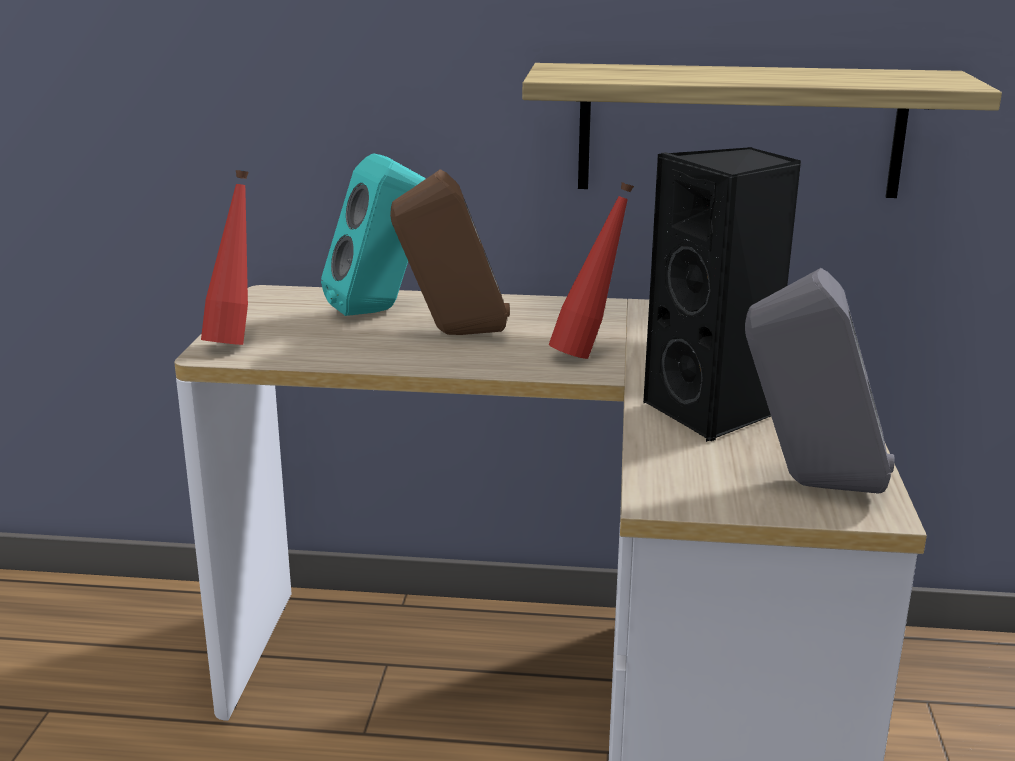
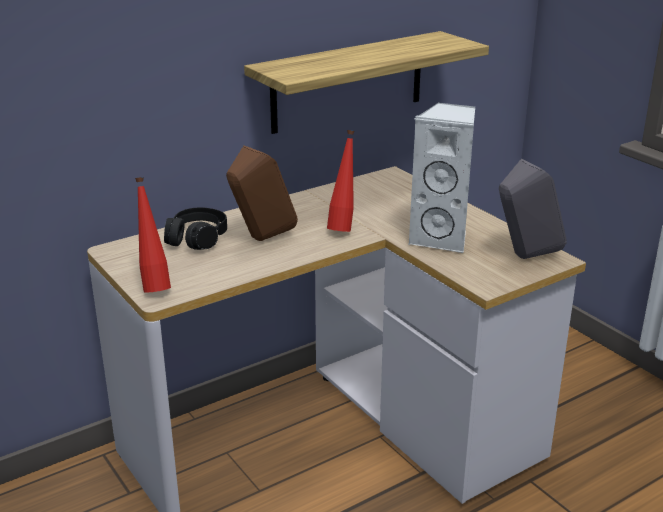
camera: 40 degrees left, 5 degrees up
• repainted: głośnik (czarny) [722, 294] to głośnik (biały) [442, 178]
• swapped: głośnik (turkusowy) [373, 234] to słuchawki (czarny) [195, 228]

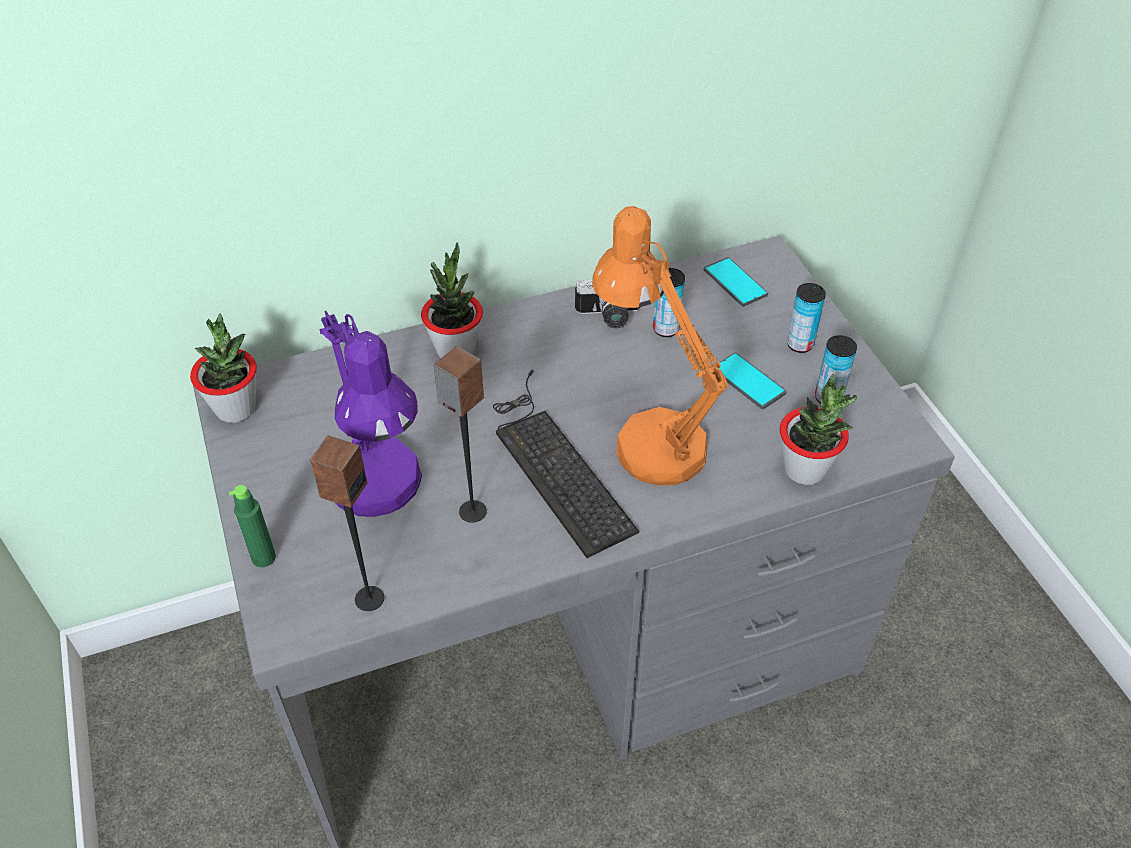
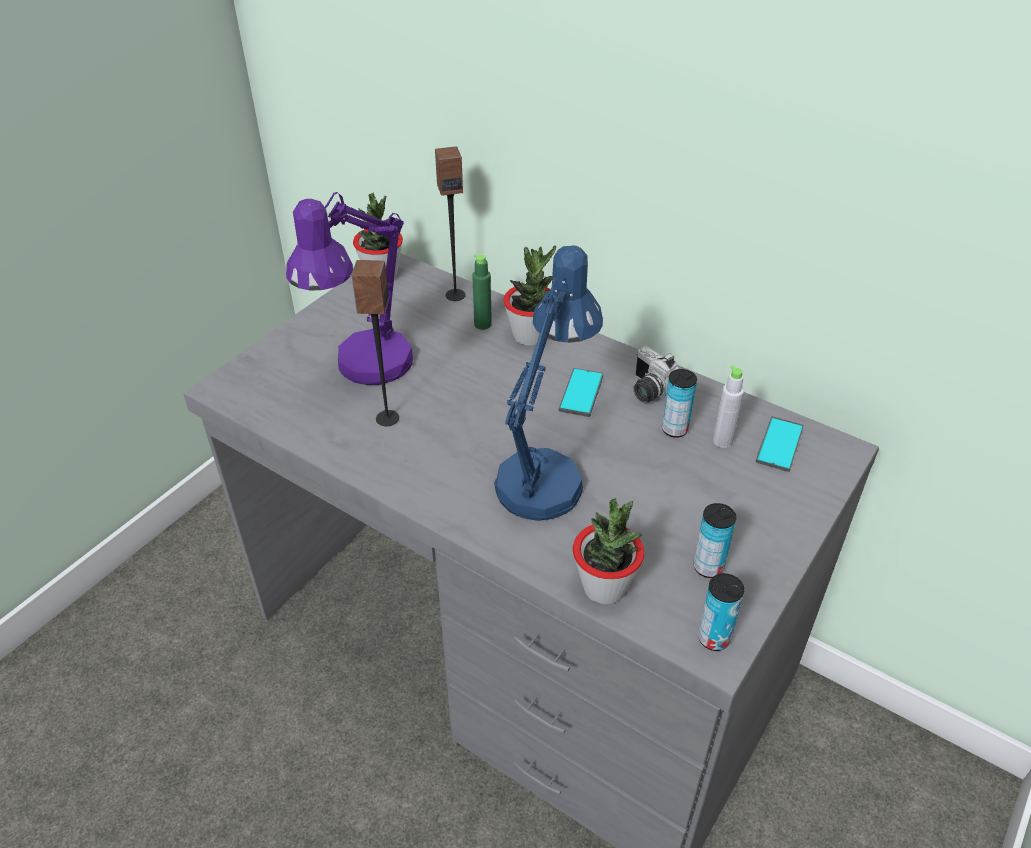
camera: 55 degrees right, 5 degrees down
• repainted: lampa stołowa (pomarańczowy) [660, 345] to lampa stołowa (niebieski) [548, 383]
• shifted: puszka [806, 318] to [721, 612]
• shifted: telefon [753, 380] to [581, 392]
• gone: klawiatura [566, 464]
• shifted: głośnik [347, 523] to [450, 223]
• shifted: butelka (zielony) [252, 526] to [482, 292]
• new: butelka (szary) [728, 406]

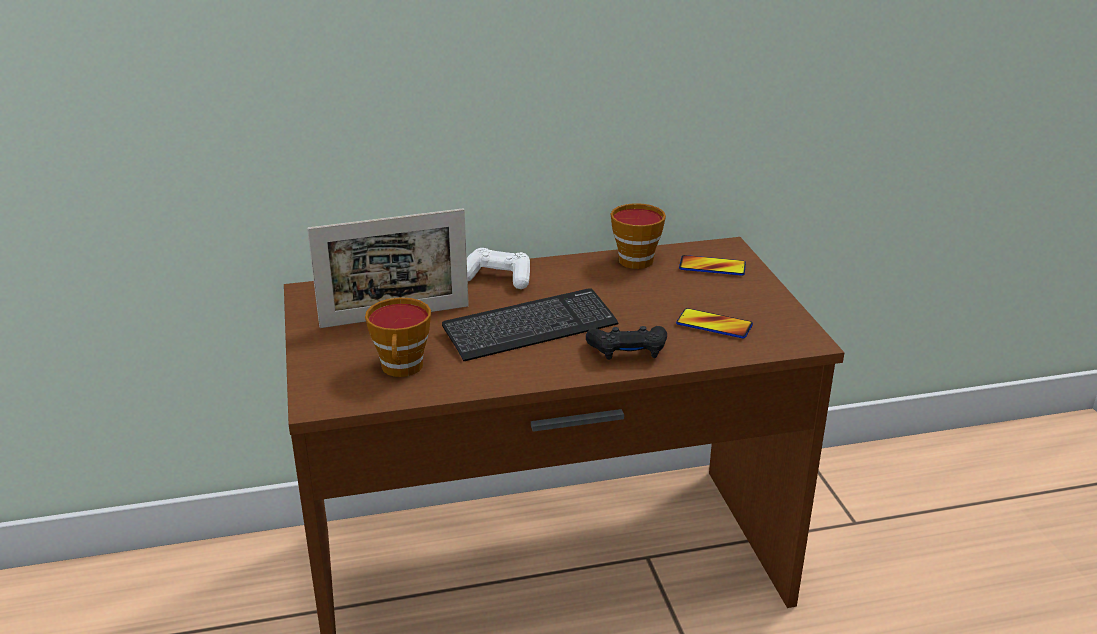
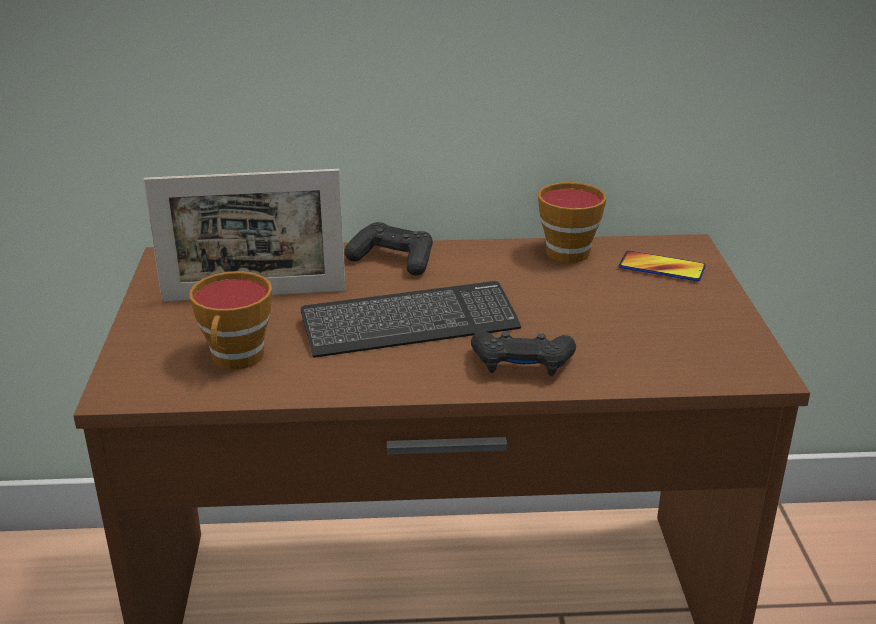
camera: 10 degrees right, 0 degrees up
• repainted: pad do gier (biały) [498, 268] to pad do gier (czarny) [389, 249]
• gone: telefon [714, 323]

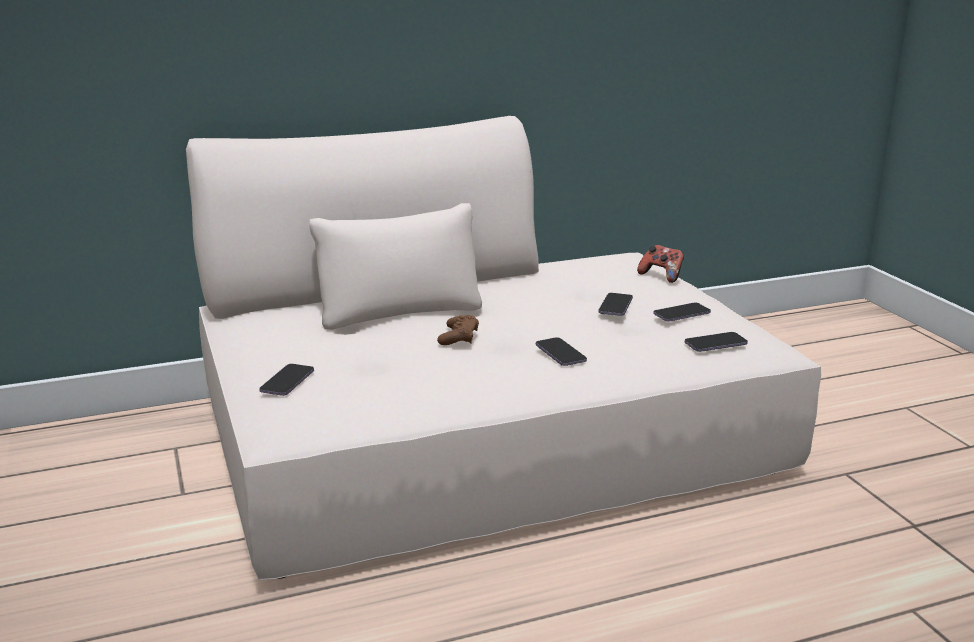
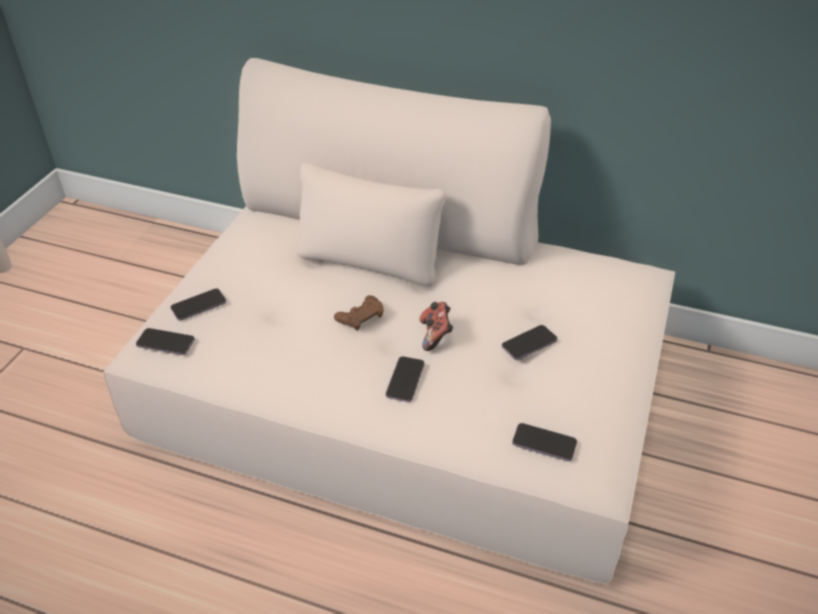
camera: 40 degrees right, 20 degrees up
• shifted: pad do gier [660, 264] to [436, 326]
• shifted: telefon [682, 312] to [165, 341]

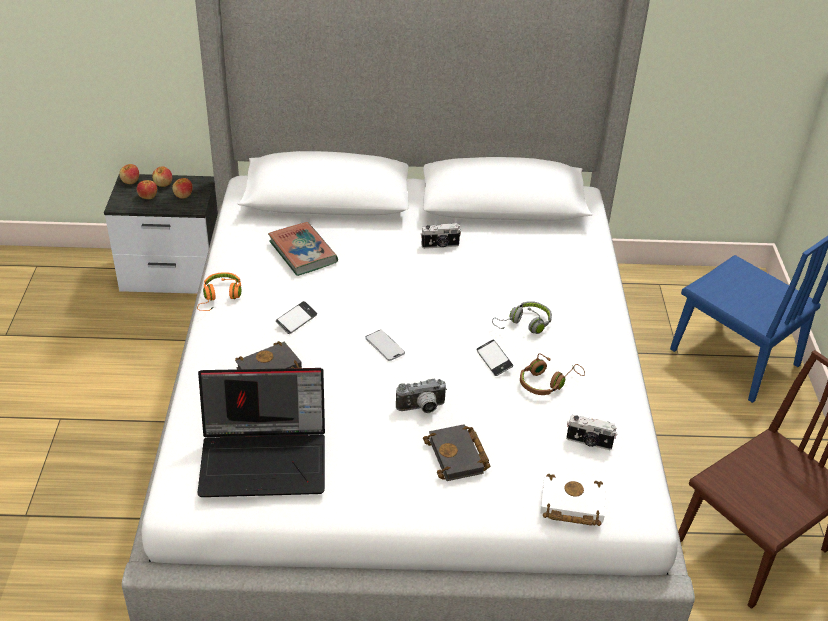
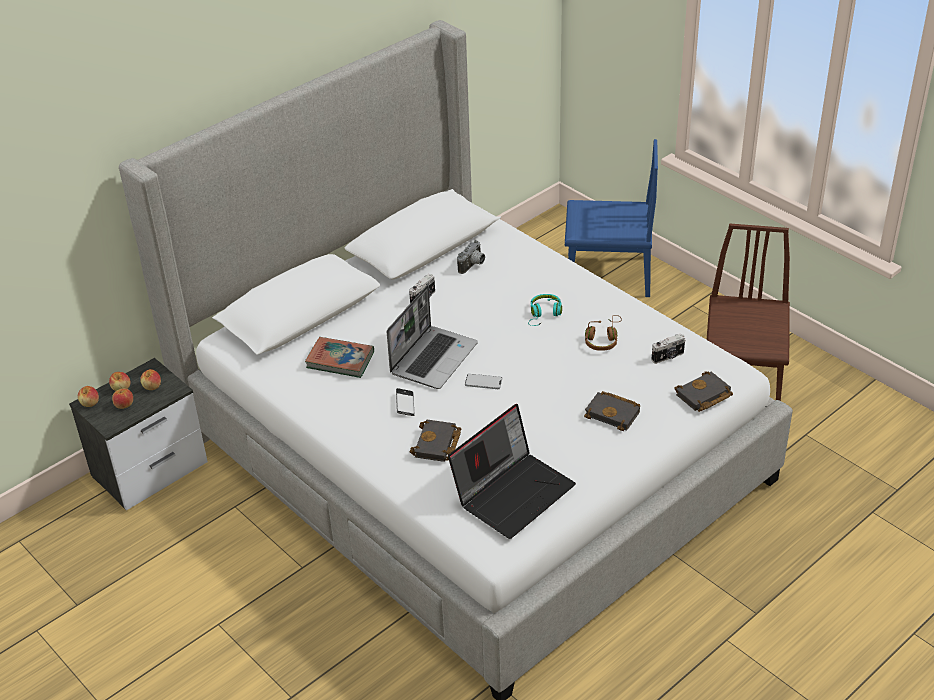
camera: 40 degrees left, 0 degrees up
• gone: słuchawki (pomarańczowy) [219, 291]
• repainted: słuchawki (szary) [522, 317] to słuchawki (turkusowy) [545, 310]
• gone: telefon [494, 358]
• shifted: aparat fotograficzny [421, 396] to [471, 257]
• repainted: książka (biały) [573, 500] to książka (czarny) [703, 391]
• new: laptop [432, 337]

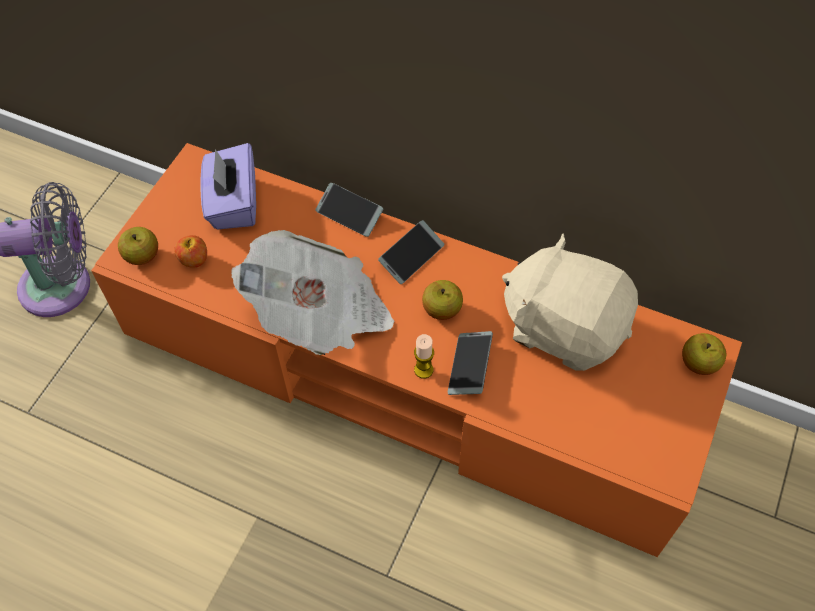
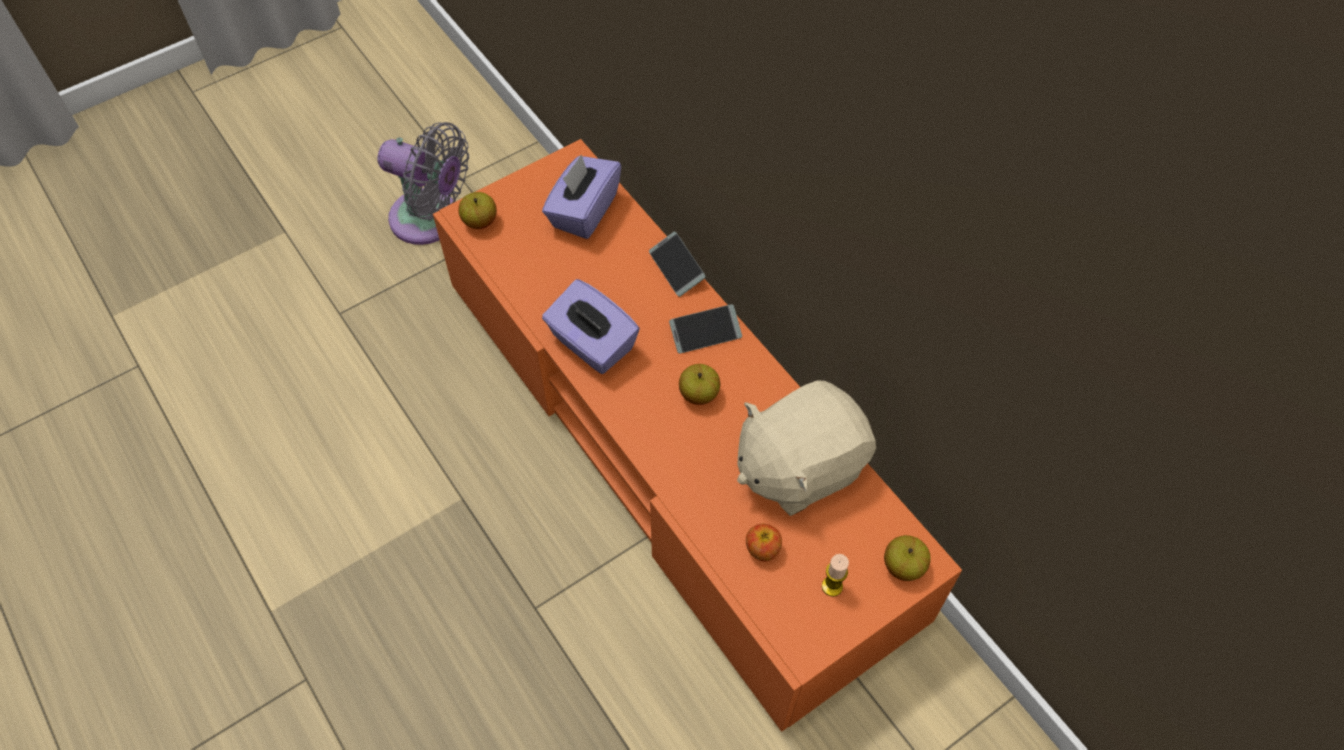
camera: 30 degrees right, 0 degrees up
• swapped: gazeta [312, 292] to pudełko chusteczek (fioletowy) [591, 326]
• rotated: pluszak (beżowy) [570, 302] = [806, 448] 90 degrees counterclockwise
• shifted: jabłko [190, 251] to [764, 542]
• gone: telefon [470, 363]
• shifted: świeca [424, 356] to [835, 575]

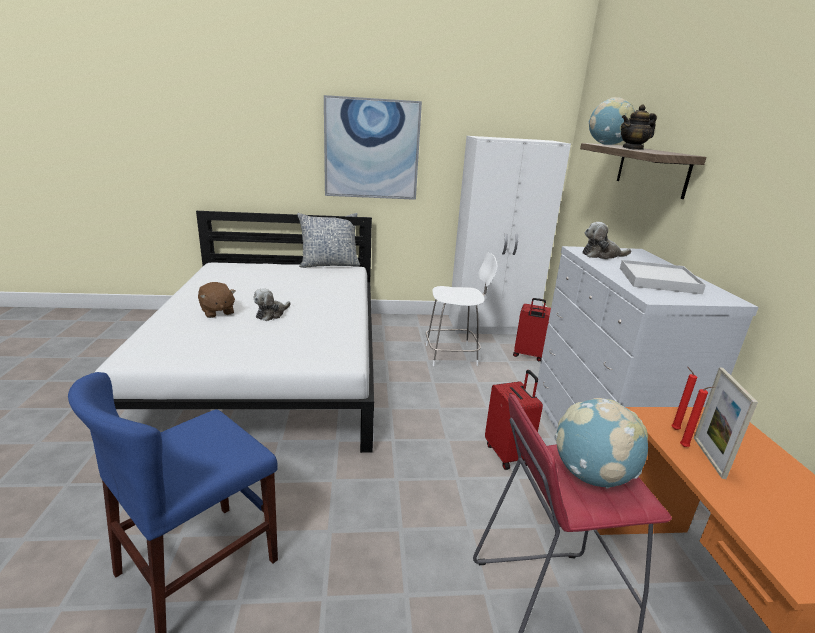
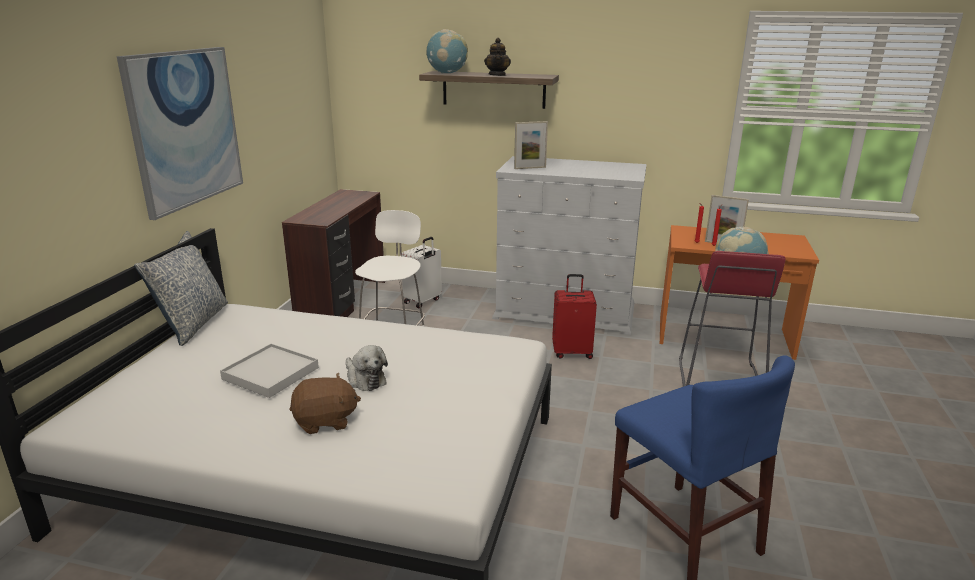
camera: 70 degrees left, 0 degrees up
• swapped: szafa (biały) [510, 235] to biurko (brązowy) [333, 253]
• swapped: pluszak [606, 240] to ramka na zdjęcie [531, 145]
• shifted: taca (biały) [663, 277] to [269, 371]
• repainted: walizka (czerwony) [532, 329] to walizka (biały) [421, 272]

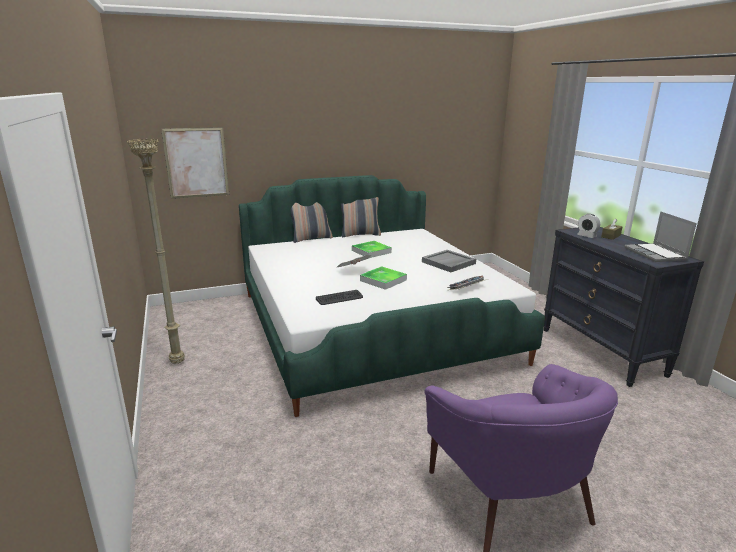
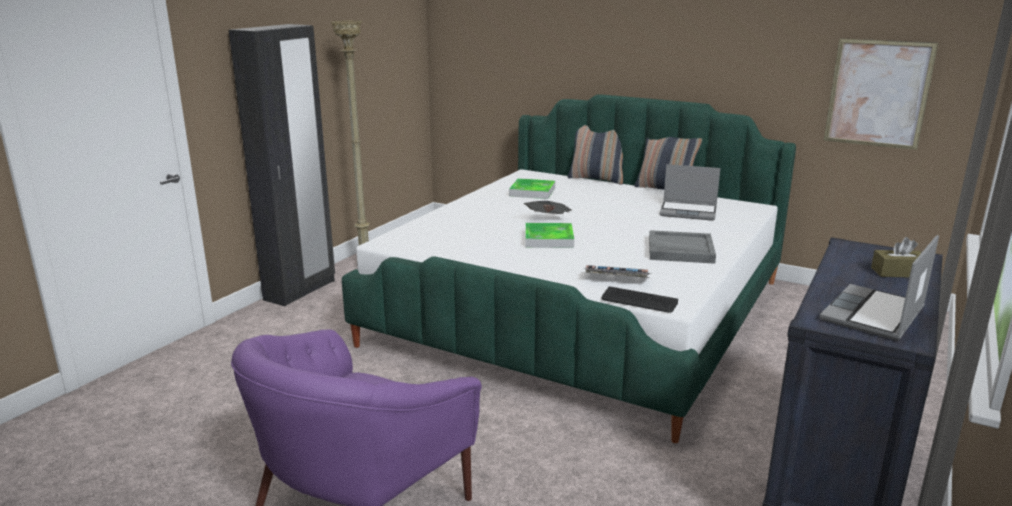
camera: 50 degrees right, 0 degrees up
• shifted: obraz [195, 163] to [881, 94]
• gone: budzik [588, 226]
• shifted: taca [372, 249] to [532, 188]
• shifted: klawiatura [339, 297] to [640, 300]
• new: szafa (czarny) [282, 165]
• new: laptop [690, 192]

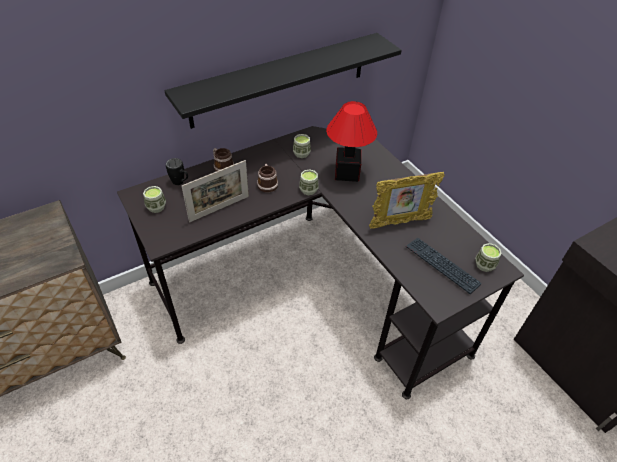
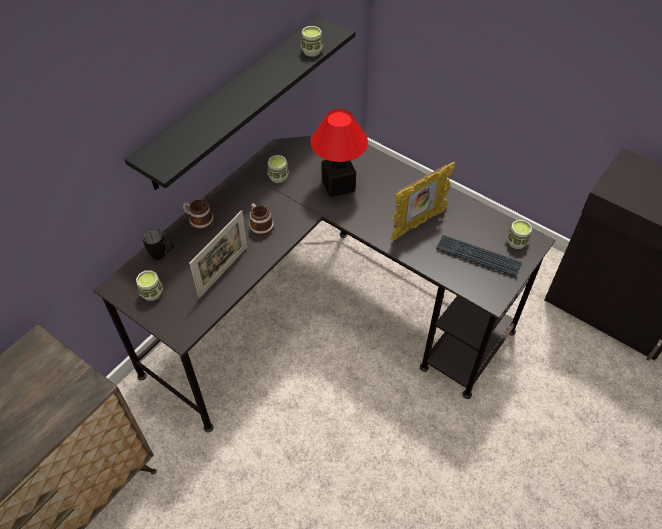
camera: 20 degrees left, 5 degrees up
• shifted: filiżanka [308, 182] to [312, 41]

